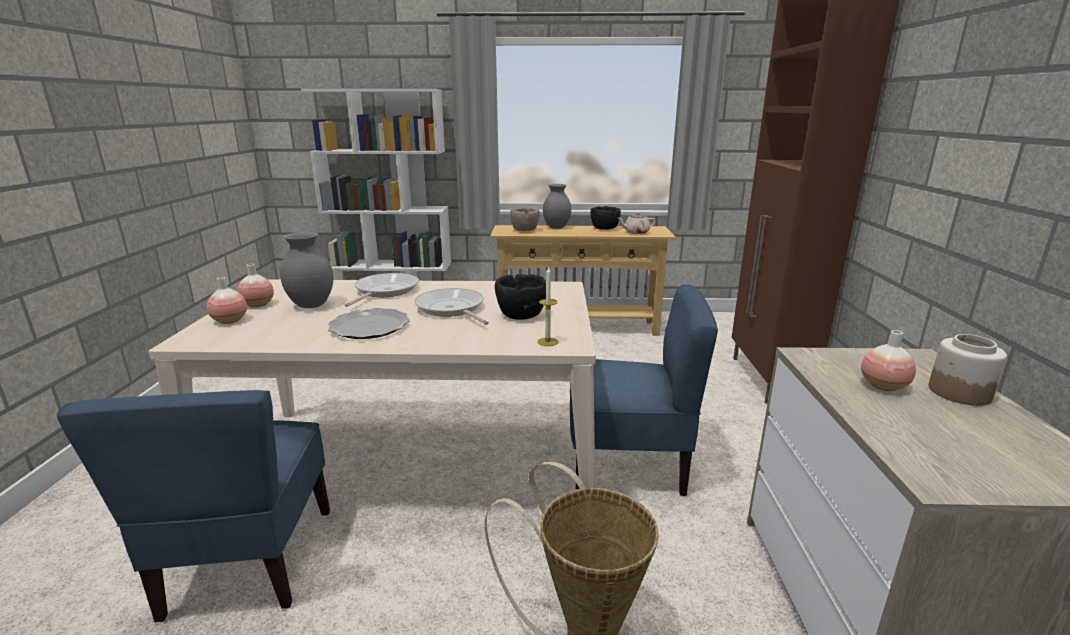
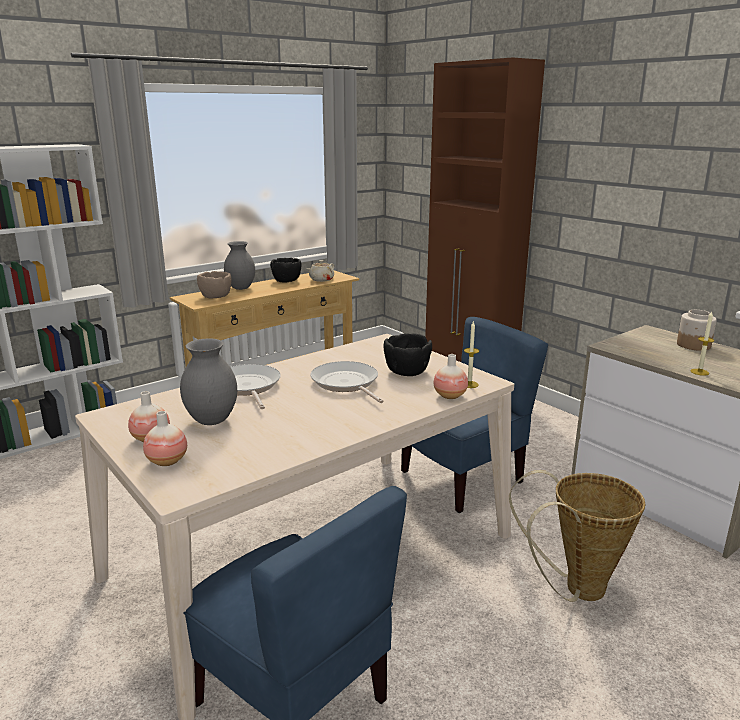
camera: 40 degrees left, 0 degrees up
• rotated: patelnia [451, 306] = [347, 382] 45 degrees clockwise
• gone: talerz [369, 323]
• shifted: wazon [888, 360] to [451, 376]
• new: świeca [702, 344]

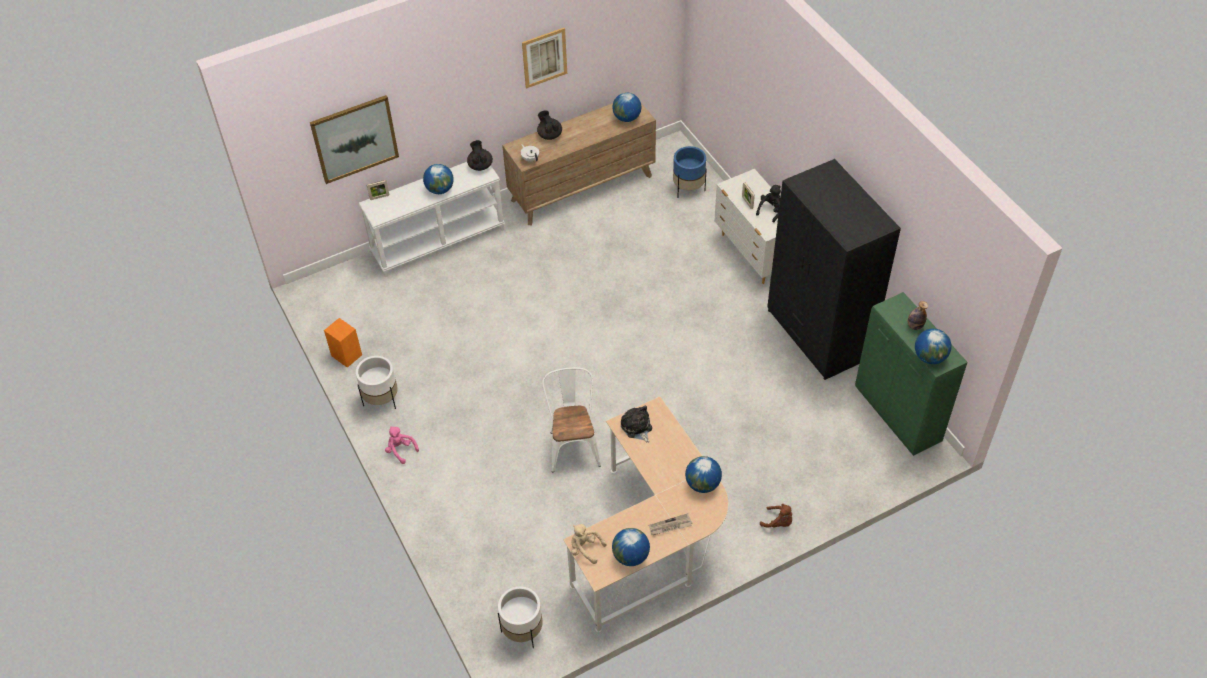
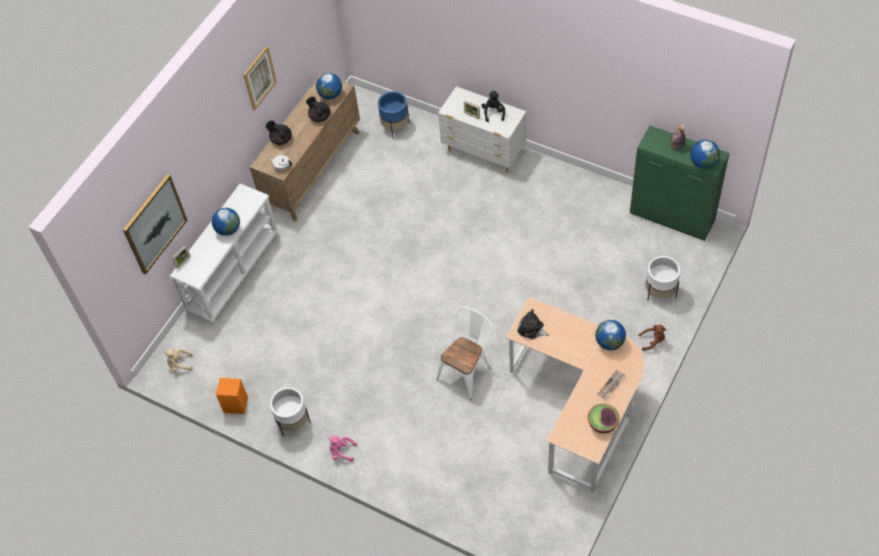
camera: 30 degrees left, 5 degrees up
• shifted: imbryk (czarny) [480, 155] to [318, 109]
• gone: szafa (czarny) [834, 269]
• rotated: krzesło (biały) [571, 419] = [465, 353] 75 degrees clockwise
• shifted: pluszak (beżowy) [589, 544] to [178, 360]
• swapped: globus [631, 547] to miska [603, 418]
• shifted: donica (biały) [520, 617] to [662, 278]

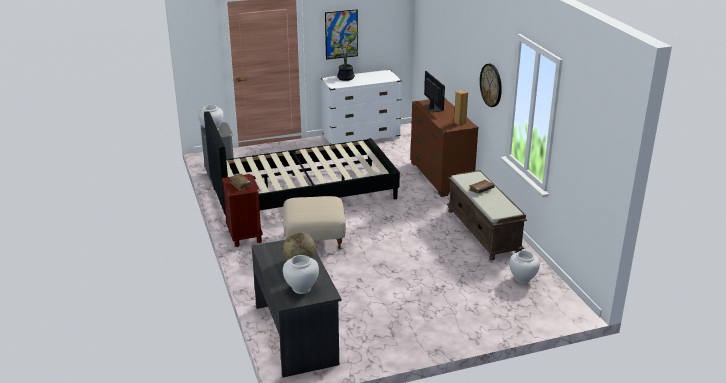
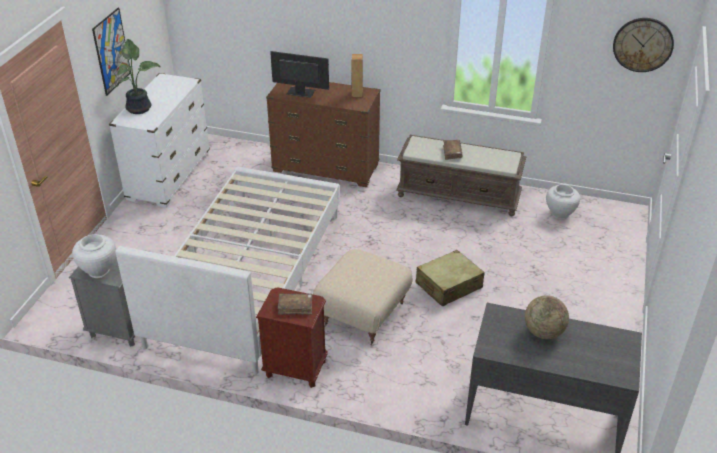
camera: 55 degrees left, 10 degrees up
• shifted: zegar ścienny [491, 85] to [643, 45]
• repainted: łóżko (czarny) [302, 163] to łóżko (biały) [227, 271]
• gone: wazon (biały) [301, 274]
• new: walizka (beżowy) [450, 278]

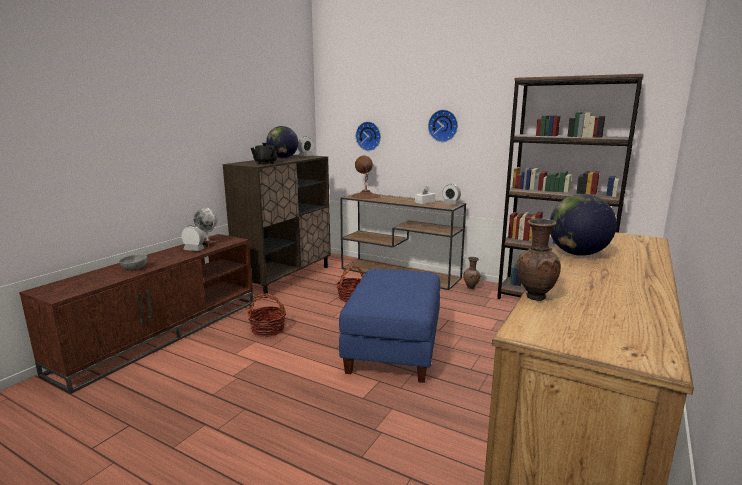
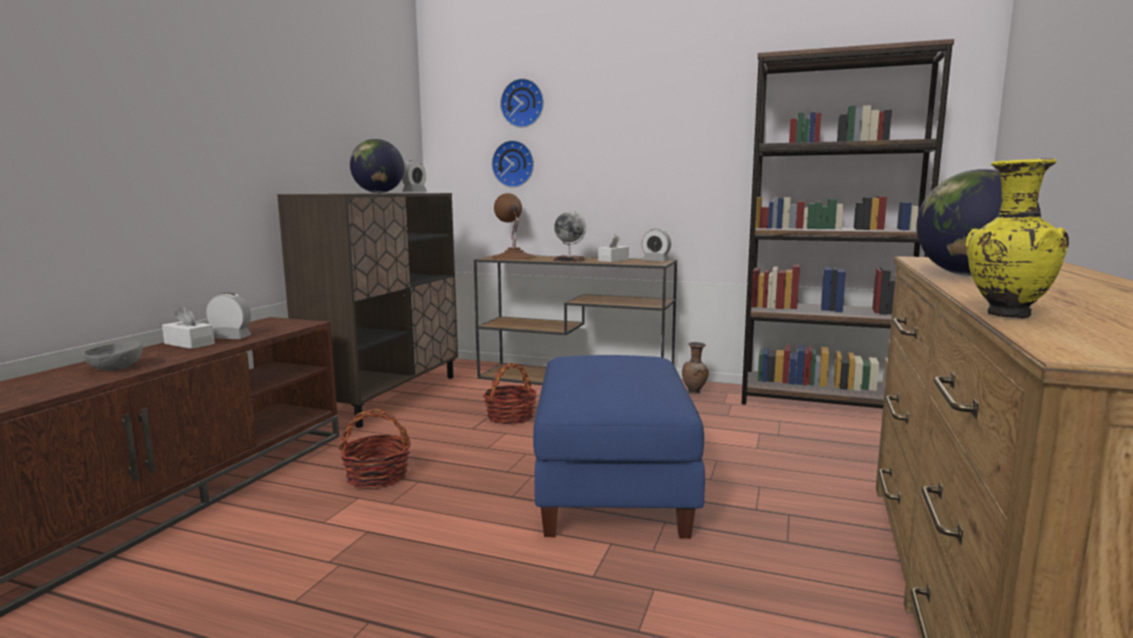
camera: 10 degrees left, 5 degrees down
• shifted: zegar ścienny [443, 126] to [522, 103]
• gone: imbryk (czarny) [265, 153]
• shifted: globus [207, 227] to [569, 236]
• repainted: wazon (brązowy) [539, 260] to wazon (żółty) [1017, 238]
• new: pudełko chusteczek (biały) [188, 327]

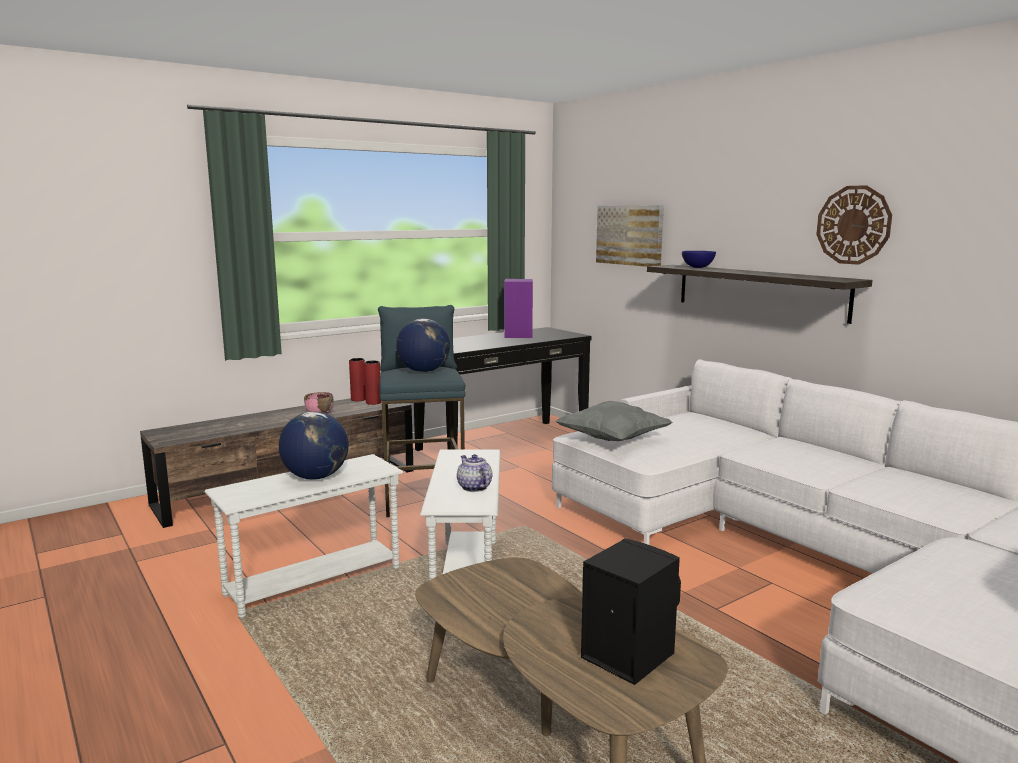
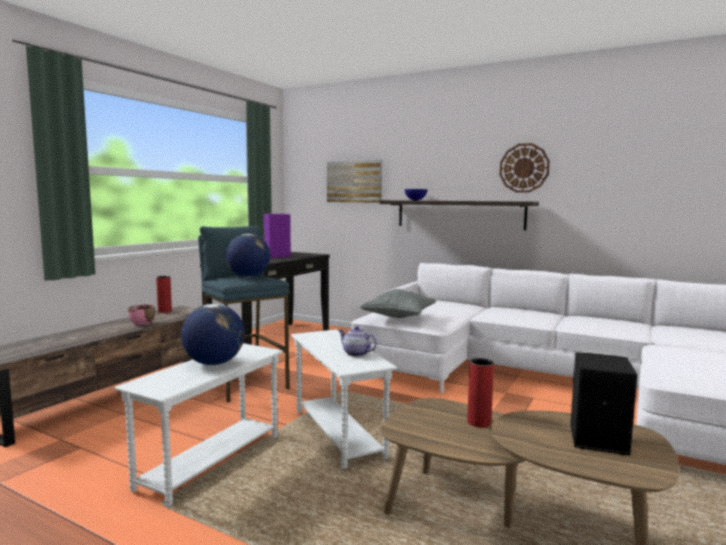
camera: 25 degrees left, 5 degrees down
• shifted: wazon (czerwony) [372, 382] to [480, 392]

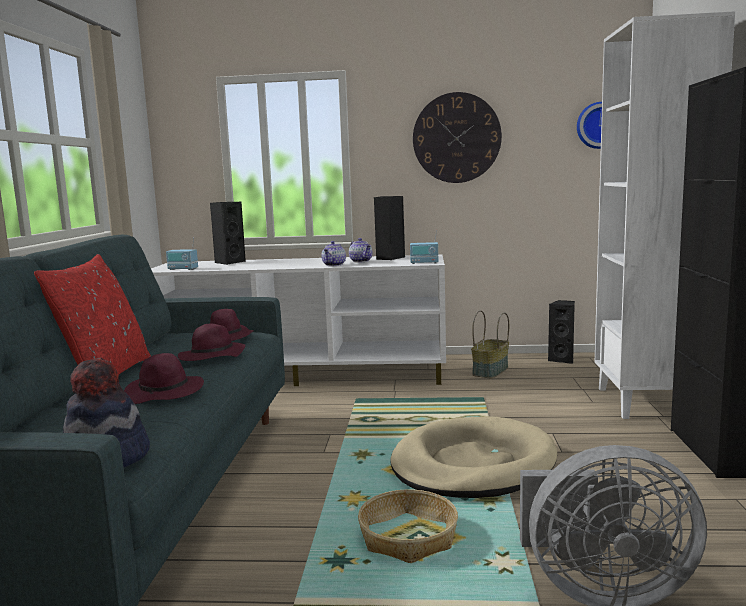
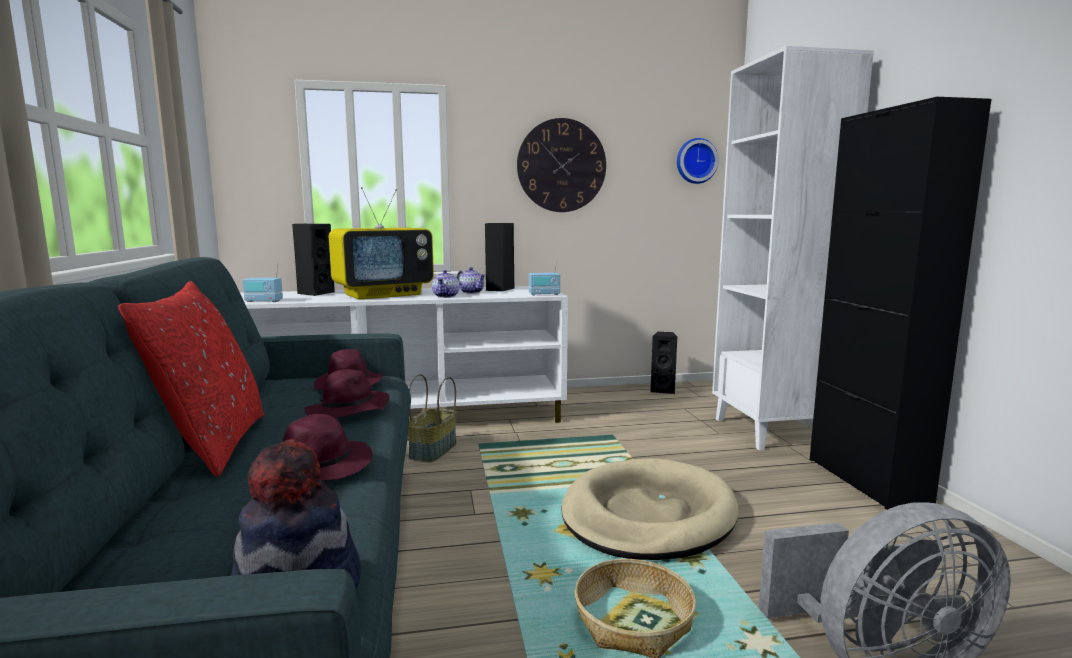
camera: 15 degrees left, 0 degrees up
• shifted: koszyk [490, 344] to [432, 418]
• new: telewizor [381, 243]

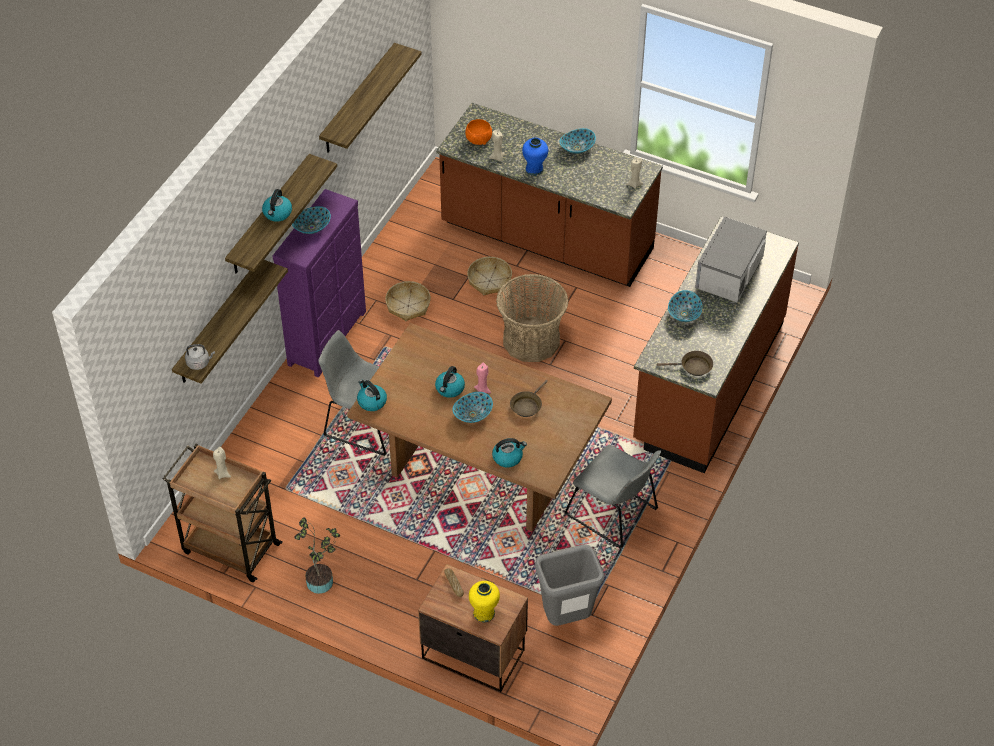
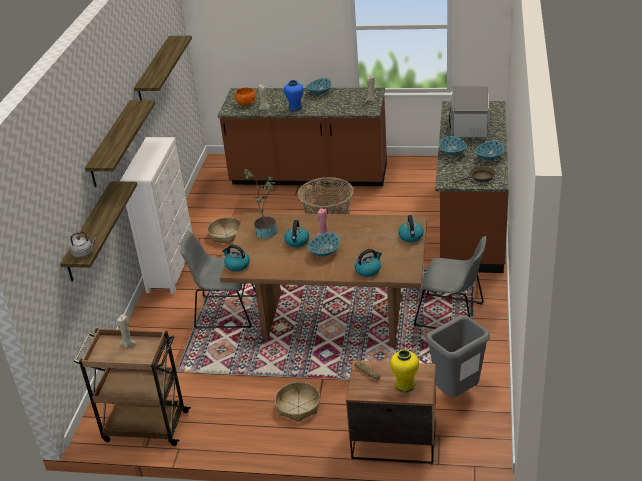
camera: 15 degrees left, 15 degrees down
• shifted: czajnik [277, 205] to [411, 228]
• repainted: komoda (fioletowy) [319, 283] to komoda (biały) [156, 215]
• shifted: miska [311, 220] to [489, 151]
• shifted: koszyk [489, 276] to [297, 402]
• gone: patelnia (brązowy) [529, 398]
• shifted: roślina doniczkowa [318, 555] to [260, 203]

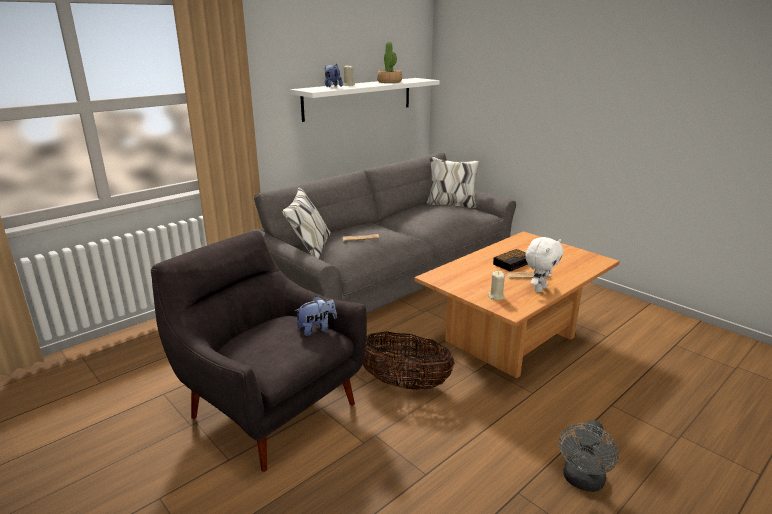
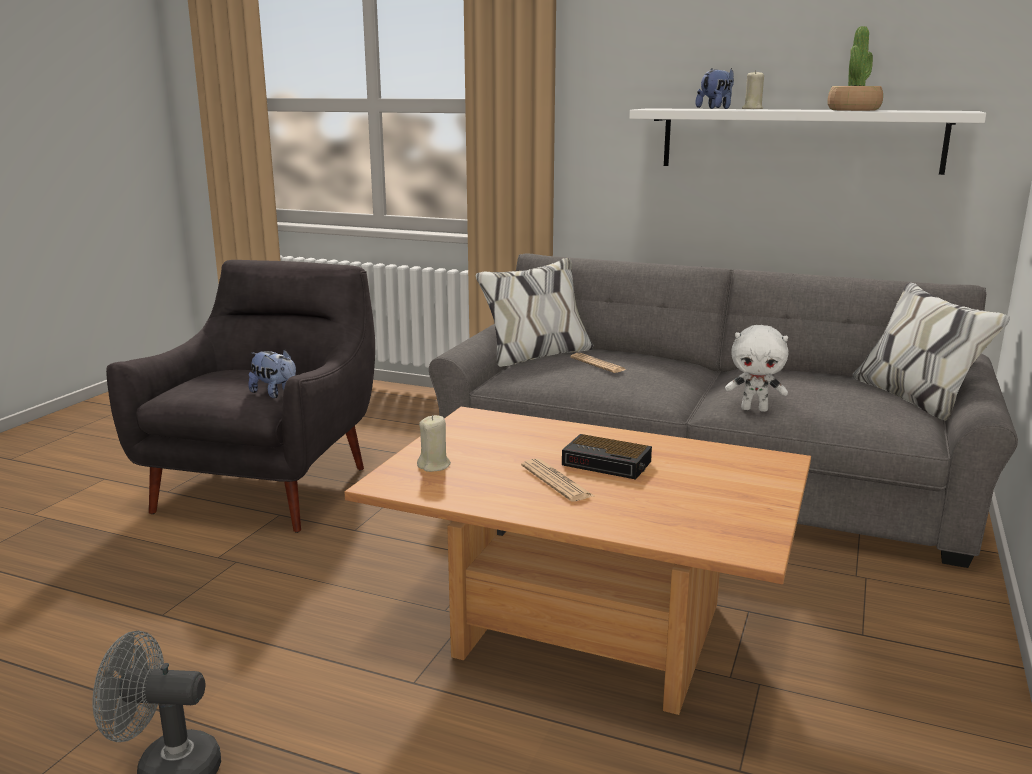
camera: 65 degrees right, 5 degrees down
• shifted: pluszak (biały) [544, 264] to [757, 368]
• gone: koszyk [409, 360]

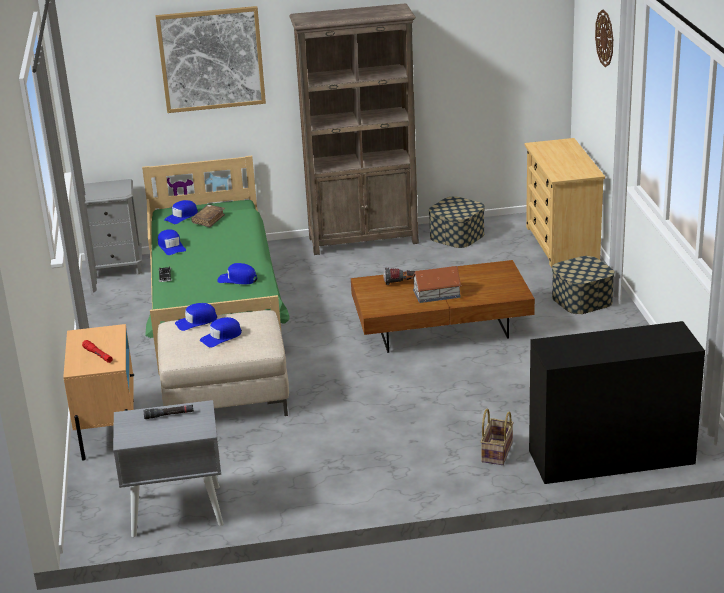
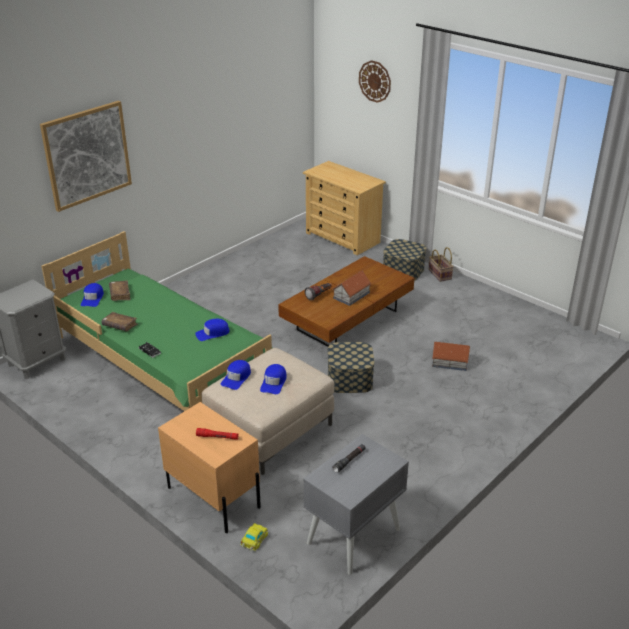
camera: 40 degrees left, 5 degrees up
• gone: regał (brązowy) [354, 129]
• shifted: pojemnik do przechowywania [457, 222] to [351, 367]
• swapped: czapka z daszkiem (niebieski) [172, 242] to książka (brązowy) [119, 321]
• gone: biurko (czarny) [617, 402]
• shifted: koszyk [497, 437] to [441, 264]
• new: domek [451, 356]
• new: samochodzik [254, 537]

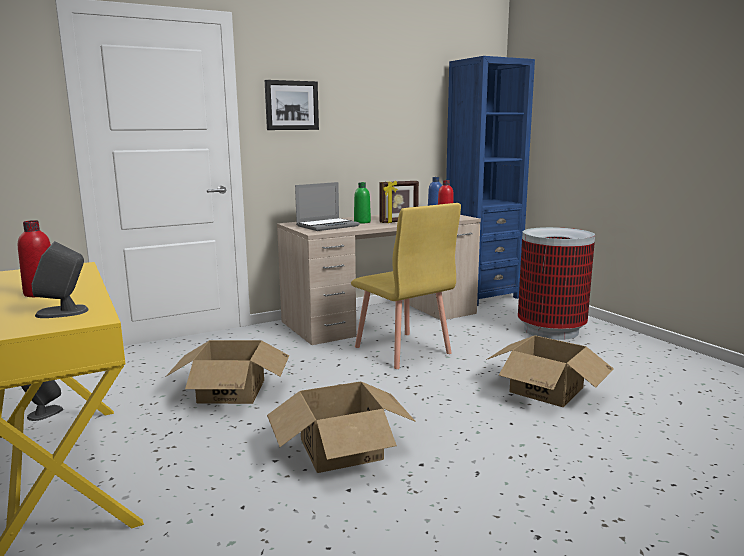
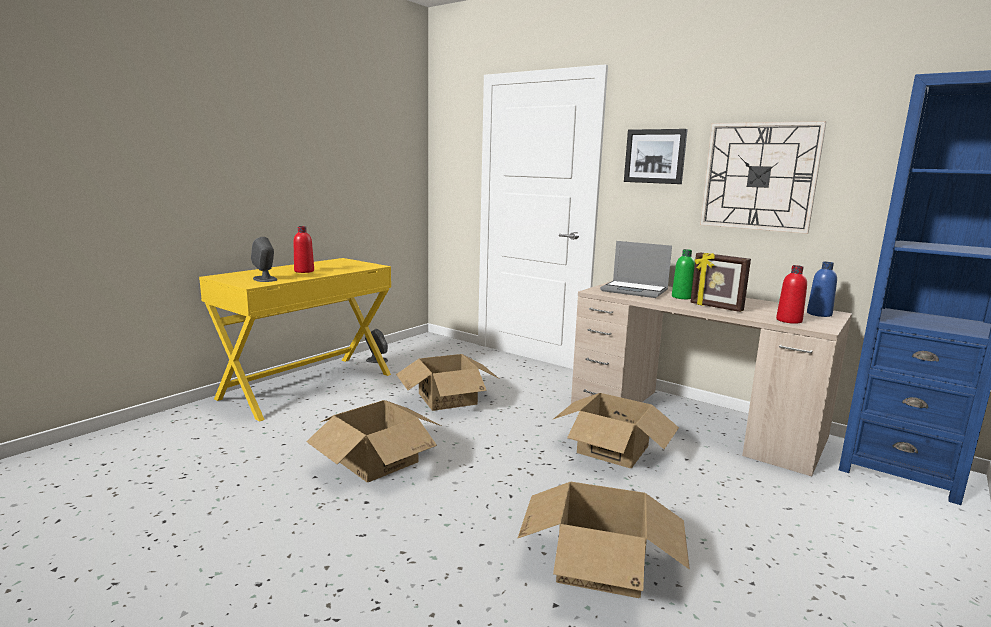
camera: 65 degrees right, 0 degrees up
• swapped: krzesło (żółty) [406, 286] to karton [616, 431]
• gone: kosz na śmieci [556, 283]
• new: zegar ścienny [763, 177]

